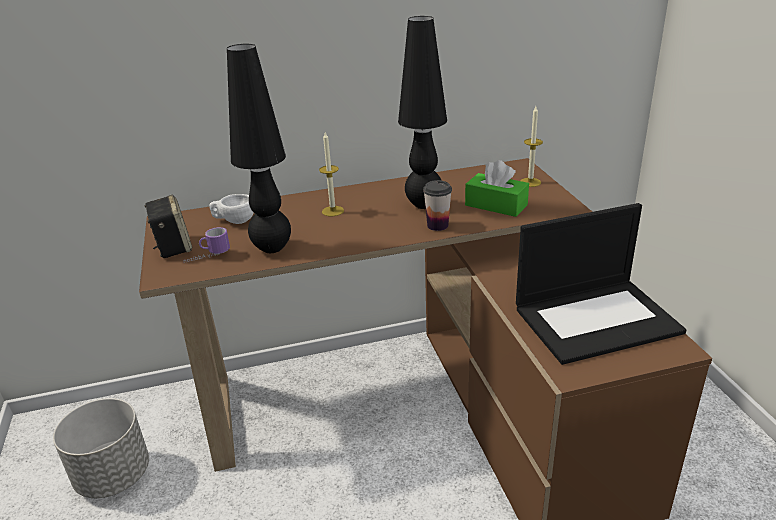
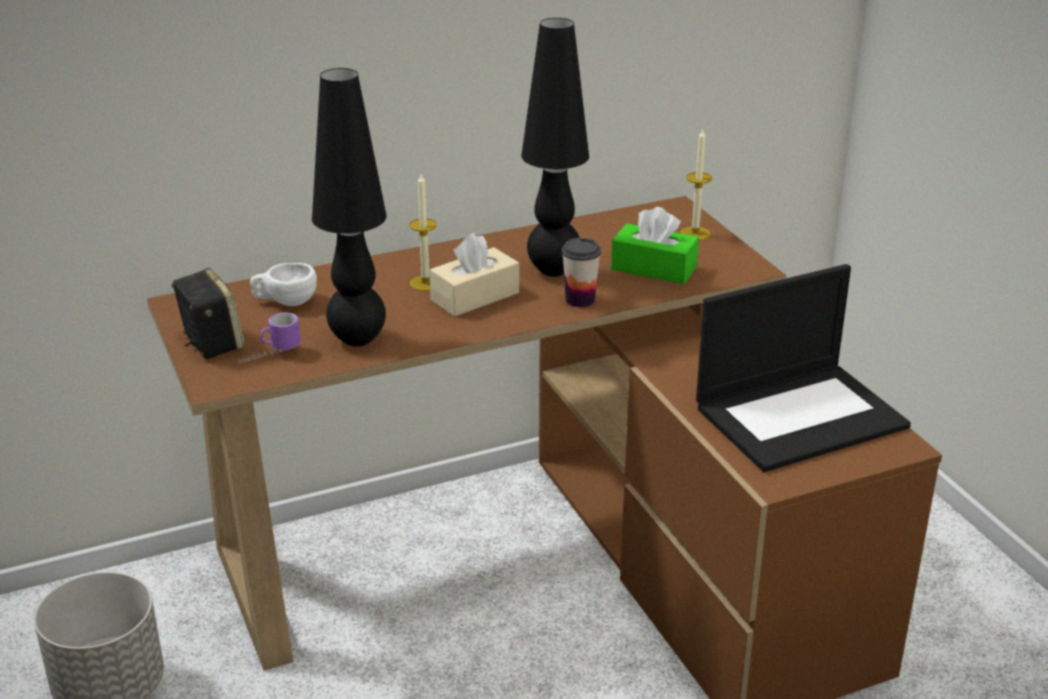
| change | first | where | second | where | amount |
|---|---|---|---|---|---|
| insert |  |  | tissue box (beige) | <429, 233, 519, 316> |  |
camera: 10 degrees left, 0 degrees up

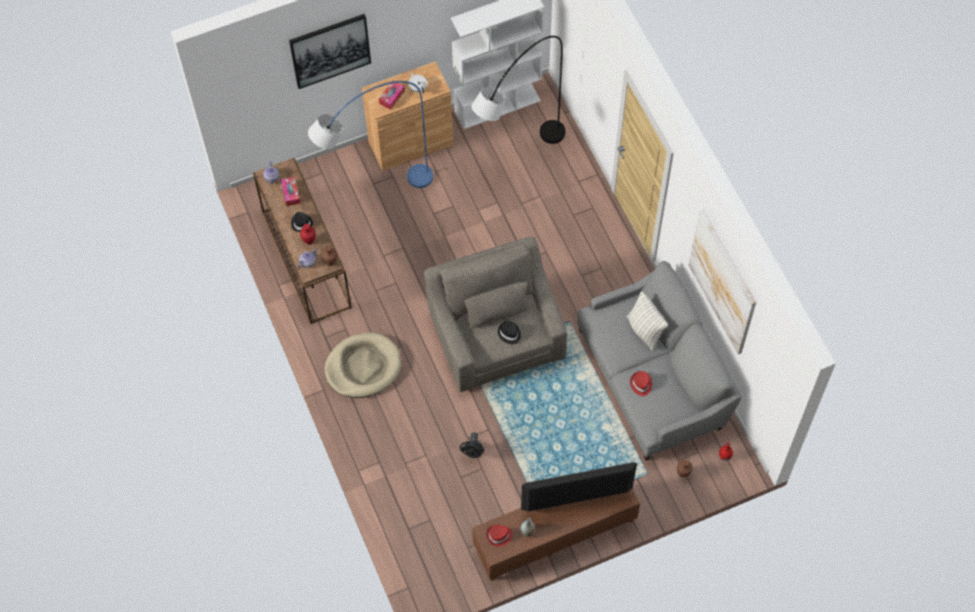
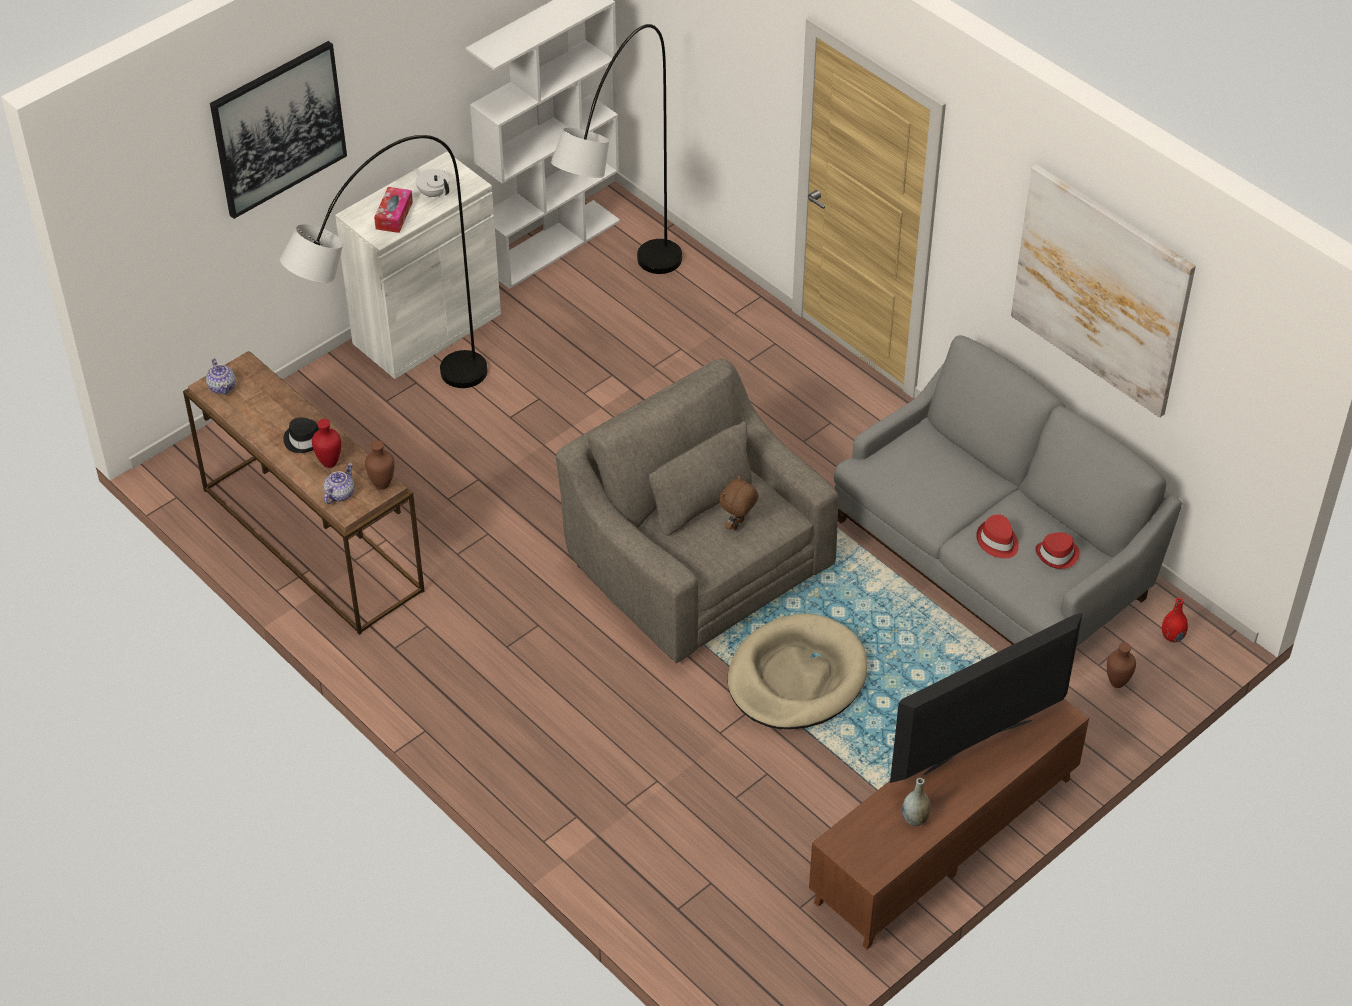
| change | first | where | second | where | amount |
|---|---|---|---|---|---|
| delete | tissue box | <281, 177, 300, 206> |  |  |  |
| recolor | floor lamp (blue) | <308, 81, 433, 188> | floor lamp (grey) | <280, 135, 487, 388> |  |
| move | dog bed (beige) | <325, 332, 401, 398> |  | <728, 614, 868, 729> |  |
| recolor | cabinet (brown) | <362, 61, 453, 171> | cabinet (white) | <335, 152, 501, 379> |  |
| delete | fan (black) | <459, 432, 484, 458> |  |  |  |
| move | hat (red) | <486, 525, 513, 547> |  | <1035, 532, 1080, 569> |  |
| replace | hat (black) | <498, 321, 521, 344> | plush toy (brown) | <719, 475, 759, 530> |  |
| delete | pillow | <627, 291, 668, 350> |  |  |  |
camera: 20 degrees left, 15 degrees down

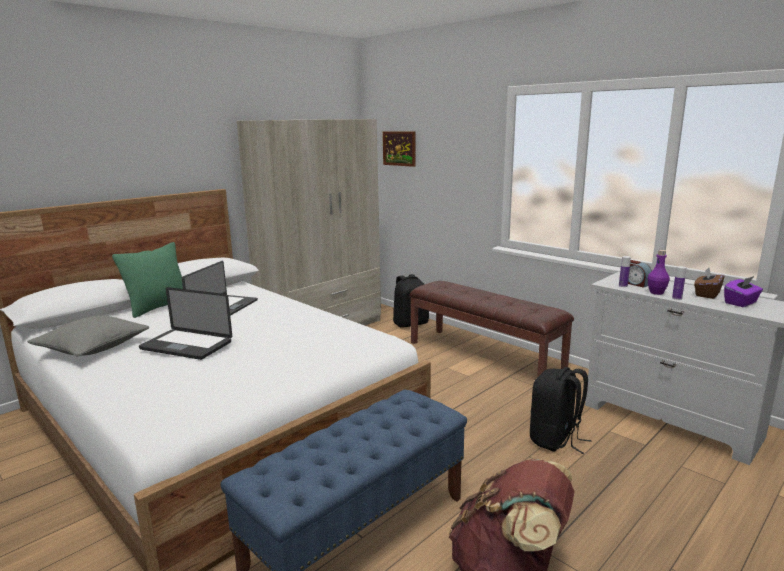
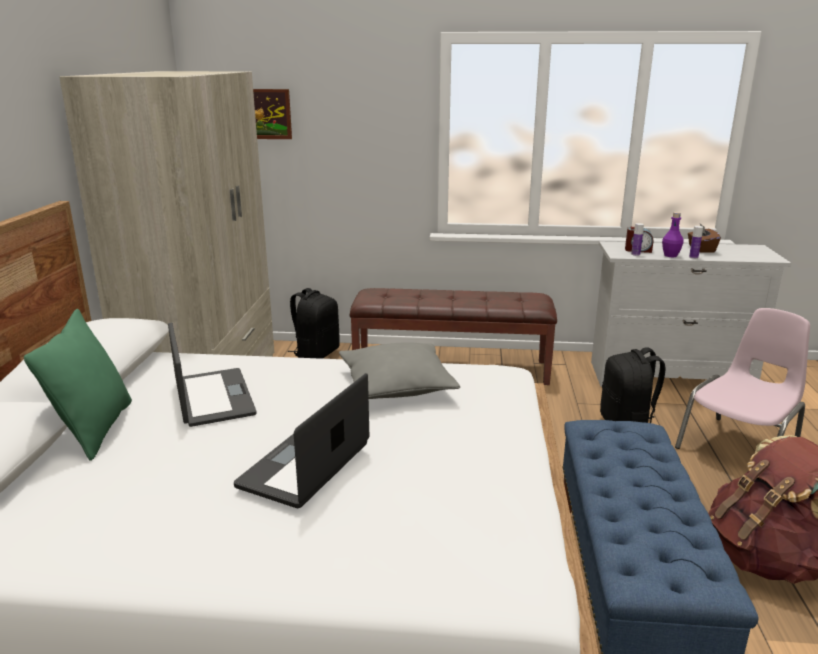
| change | first | where | second | where | amount |
|---|---|---|---|---|---|
| move | pillow (grey) | <27, 315, 149, 357> |  | <339, 342, 460, 399> |  |
| rotate | laptop | <139, 287, 232, 360> |  | <234, 373, 369, 508> | 135 degrees clockwise |
| delete | tissue box (purple) | <724, 276, 763, 307> |  |  |  |
| insert |  |  | chair (pink) | <675, 308, 810, 449> |  |
camera: 40 degrees left, 5 degrees up

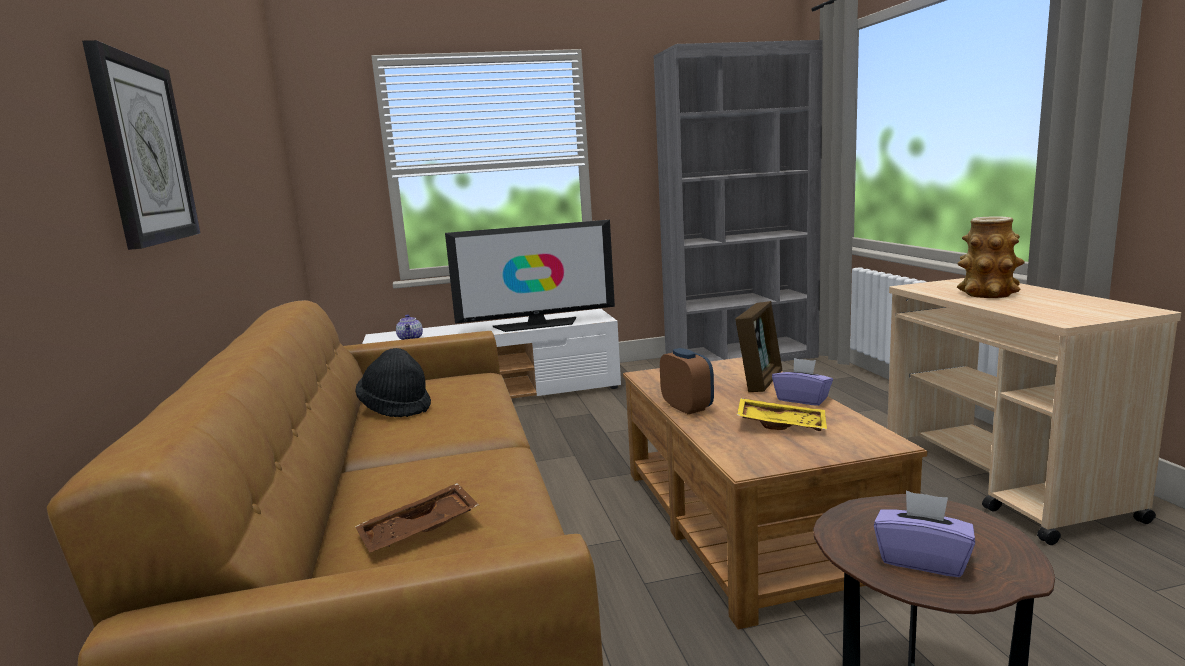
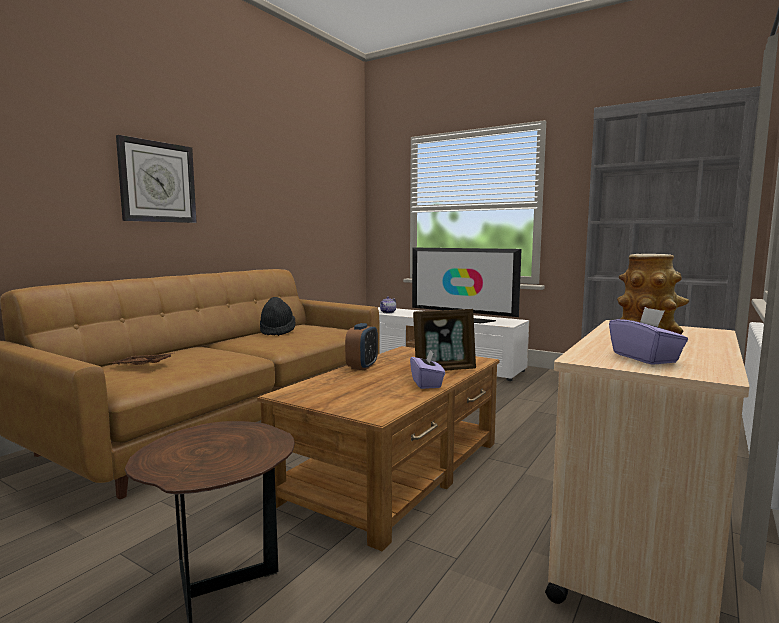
| change | first | where | second | where | amount |
|---|---|---|---|---|---|
| delete | tray (yellow) | <737, 398, 827, 431> |  |  |  |
| move | tissue box (purple) | <874, 491, 975, 577> |  | <609, 307, 688, 365> |  |
camera: 45 degrees right, 5 degrees down

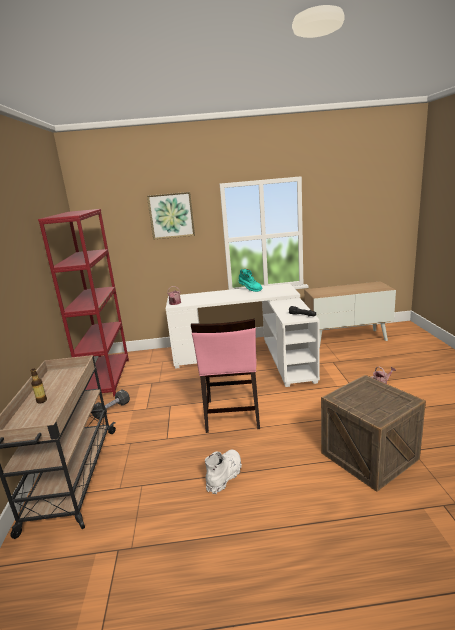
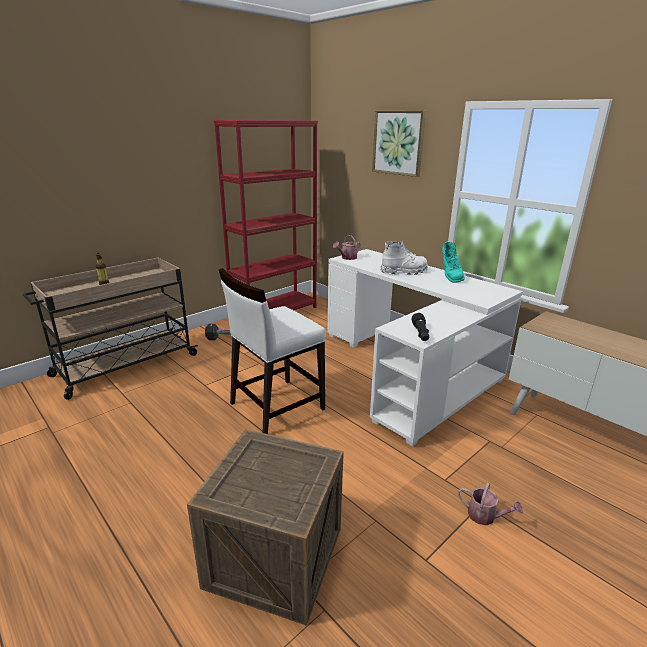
| change | first | where | second | where | amount |
|---|---|---|---|---|---|
| recolor | chair (pink) | <191, 319, 260, 433> | chair (white) | <219, 268, 326, 434> |  |
| move | boot (white) | <205, 450, 242, 494> |  | <380, 242, 428, 275> |  |
camera: 50 degrees right, 5 degrees up

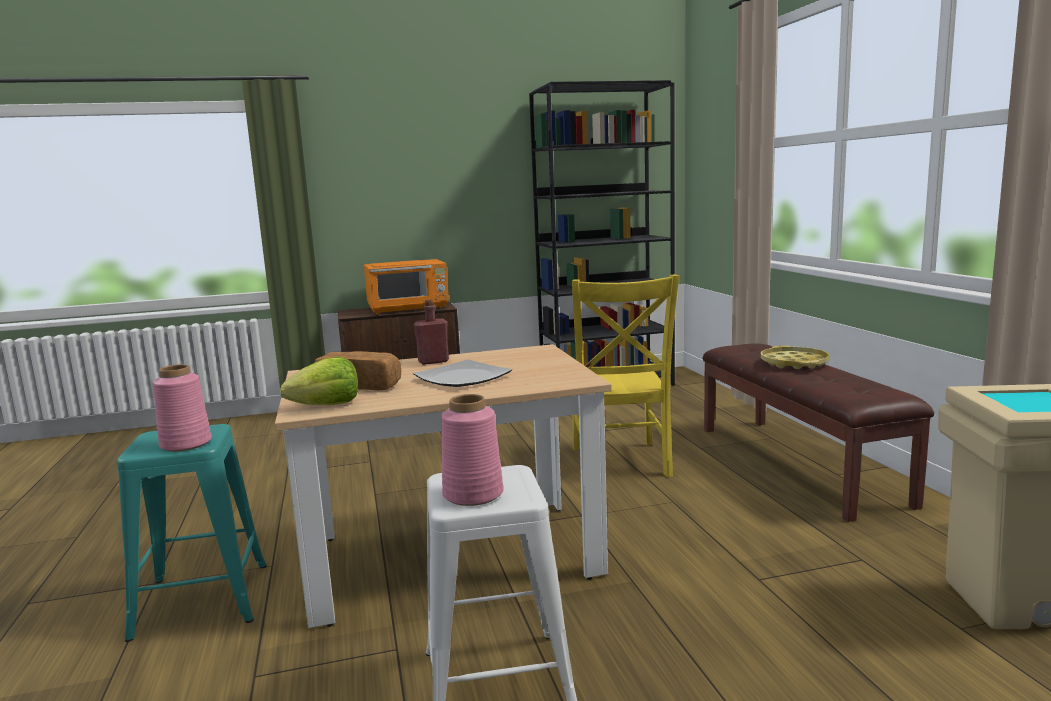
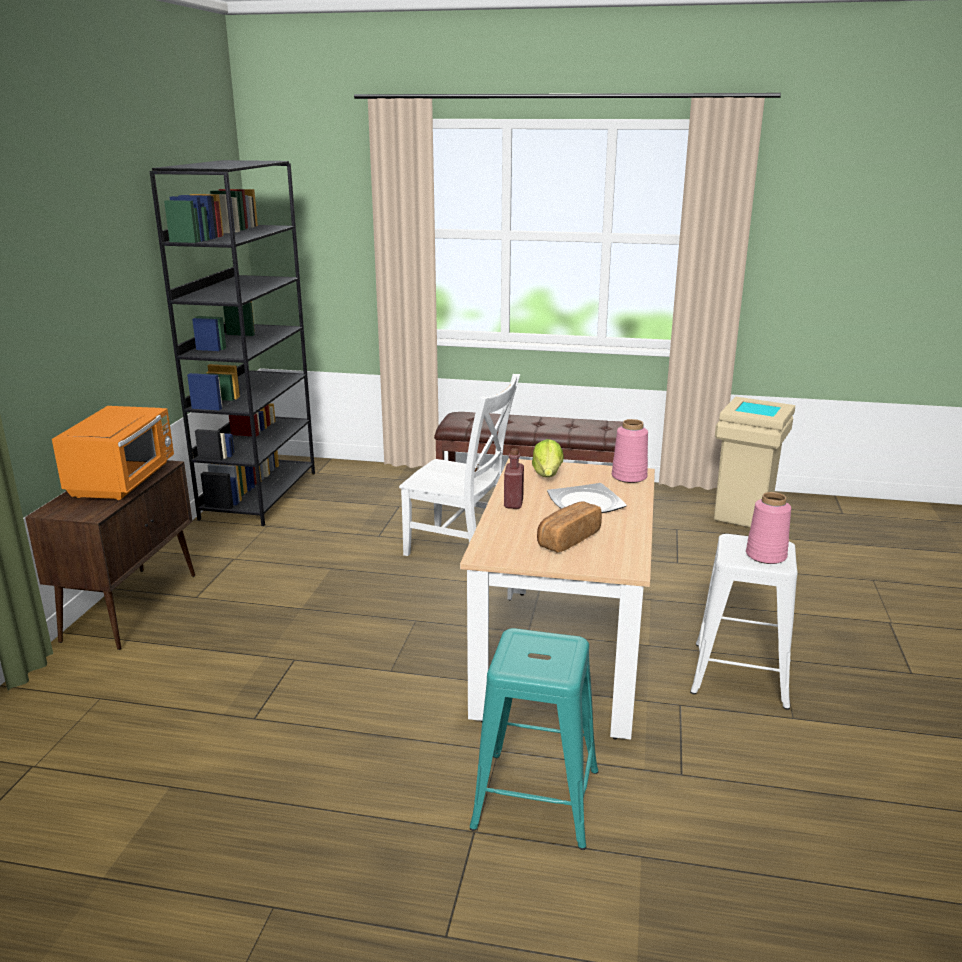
| change | first | where | second | where | amount |
|---|---|---|---|---|---|
| move | vase (pink) | <153, 364, 212, 452> |  | <612, 419, 648, 483> |  |
| move | lettuce | <280, 357, 358, 405> |  | <532, 439, 564, 477> |  |
| recolor | chair (yellow) | <572, 274, 679, 477> | chair (white) | <399, 374, 520, 556> |  |
| delete | tray (yellow) | <761, 345, 830, 369> |  |  |  |
camera: 65 degrees left, 10 degrees up

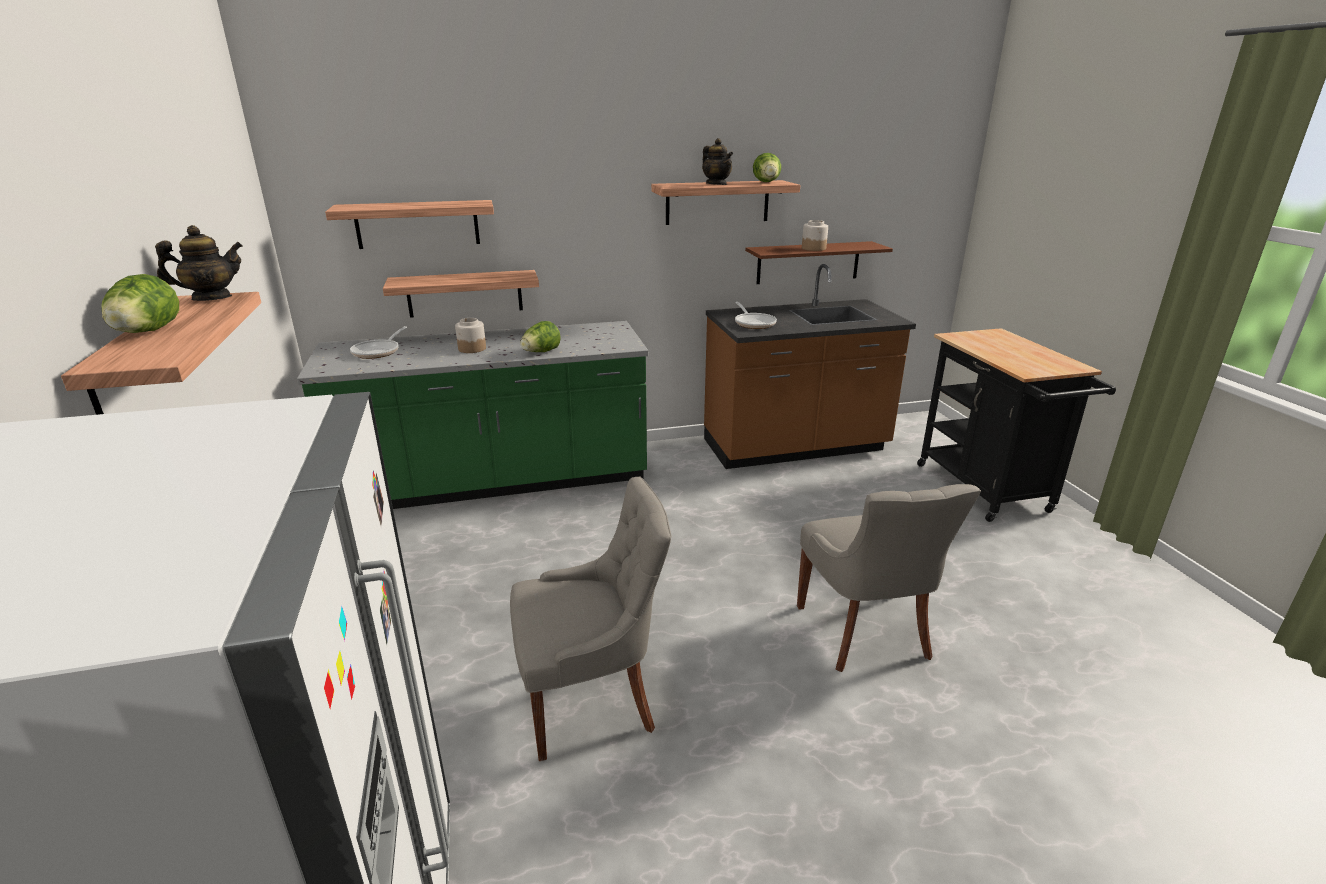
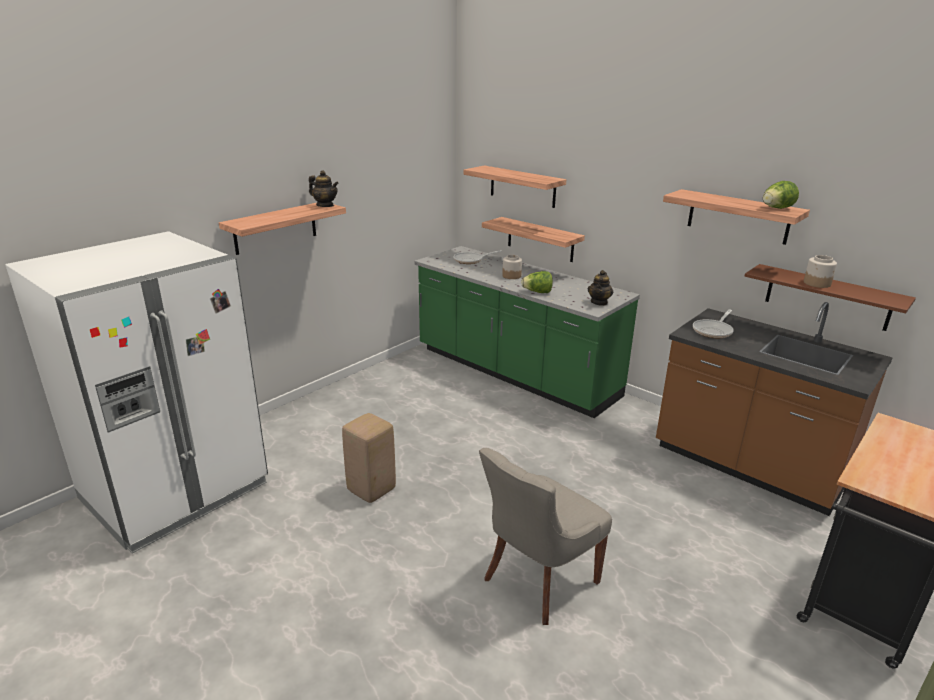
| change | first | where | second | where | amount |
|---|---|---|---|---|---|
| delete | lettuce | <101, 274, 179, 333> |  |  |  |
| replace | chair (grey) | <510, 477, 671, 761> | stool (beige) | <342, 413, 396, 503> |  |
| move | teapot | <702, 138, 733, 185> |  | <588, 270, 613, 306> |  |
camera: 55 degrees right, 0 degrees up

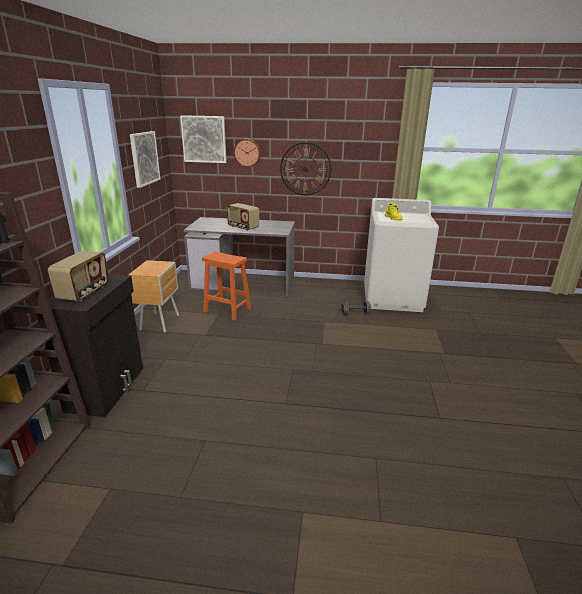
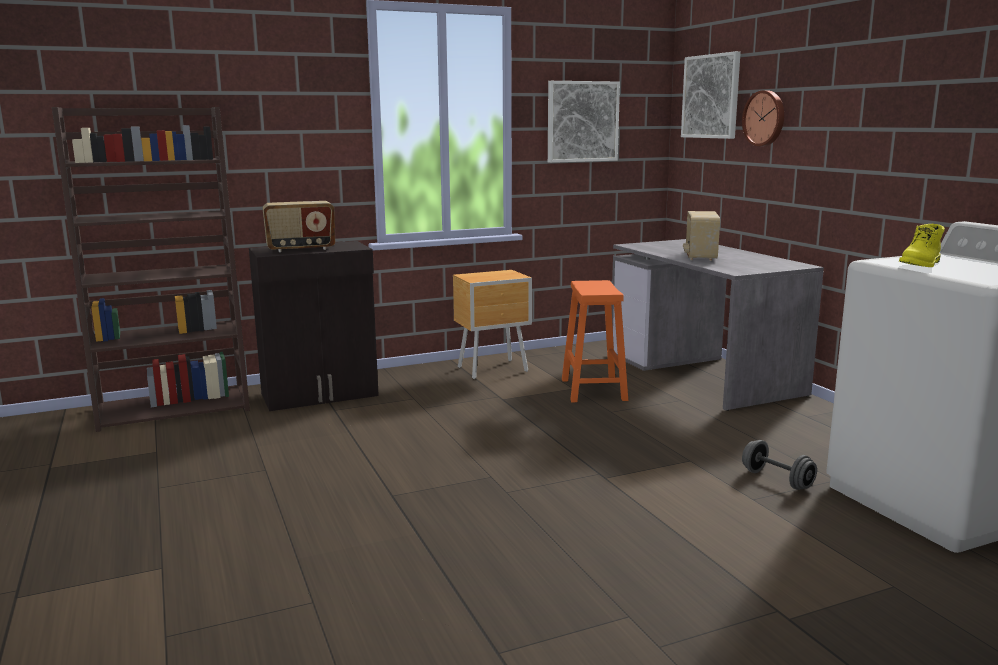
| change | first | where | second | where | amount |
|---|---|---|---|---|---|
| delete | wall clock | <280, 142, 331, 195> |  |  |  |
camera: 60 degrees right, 10 degrees down

